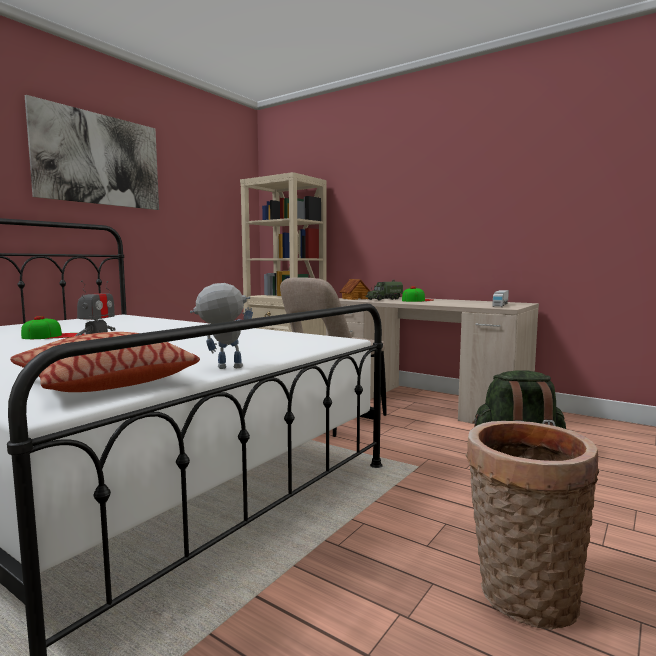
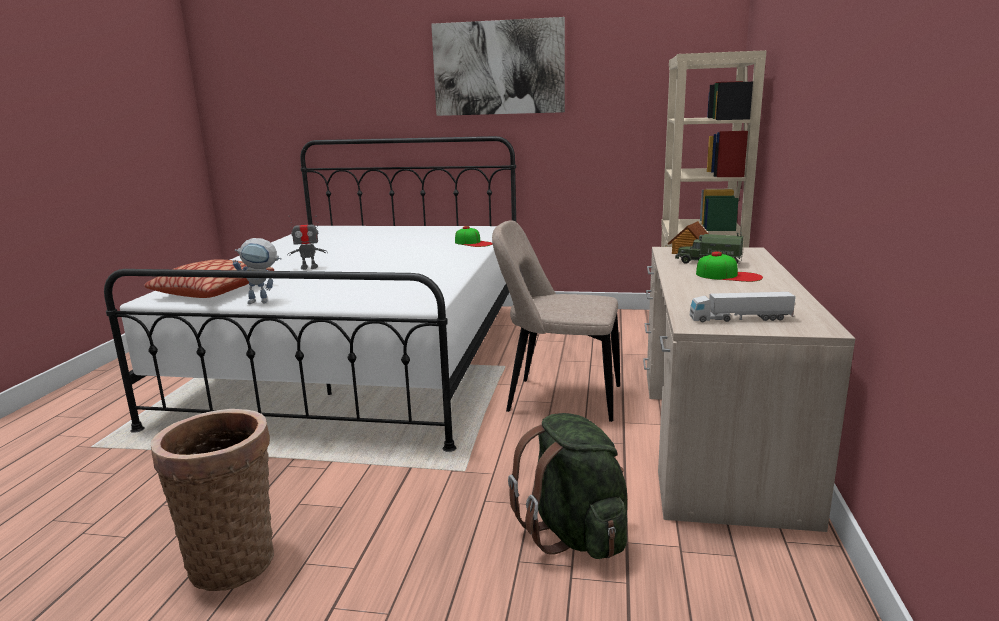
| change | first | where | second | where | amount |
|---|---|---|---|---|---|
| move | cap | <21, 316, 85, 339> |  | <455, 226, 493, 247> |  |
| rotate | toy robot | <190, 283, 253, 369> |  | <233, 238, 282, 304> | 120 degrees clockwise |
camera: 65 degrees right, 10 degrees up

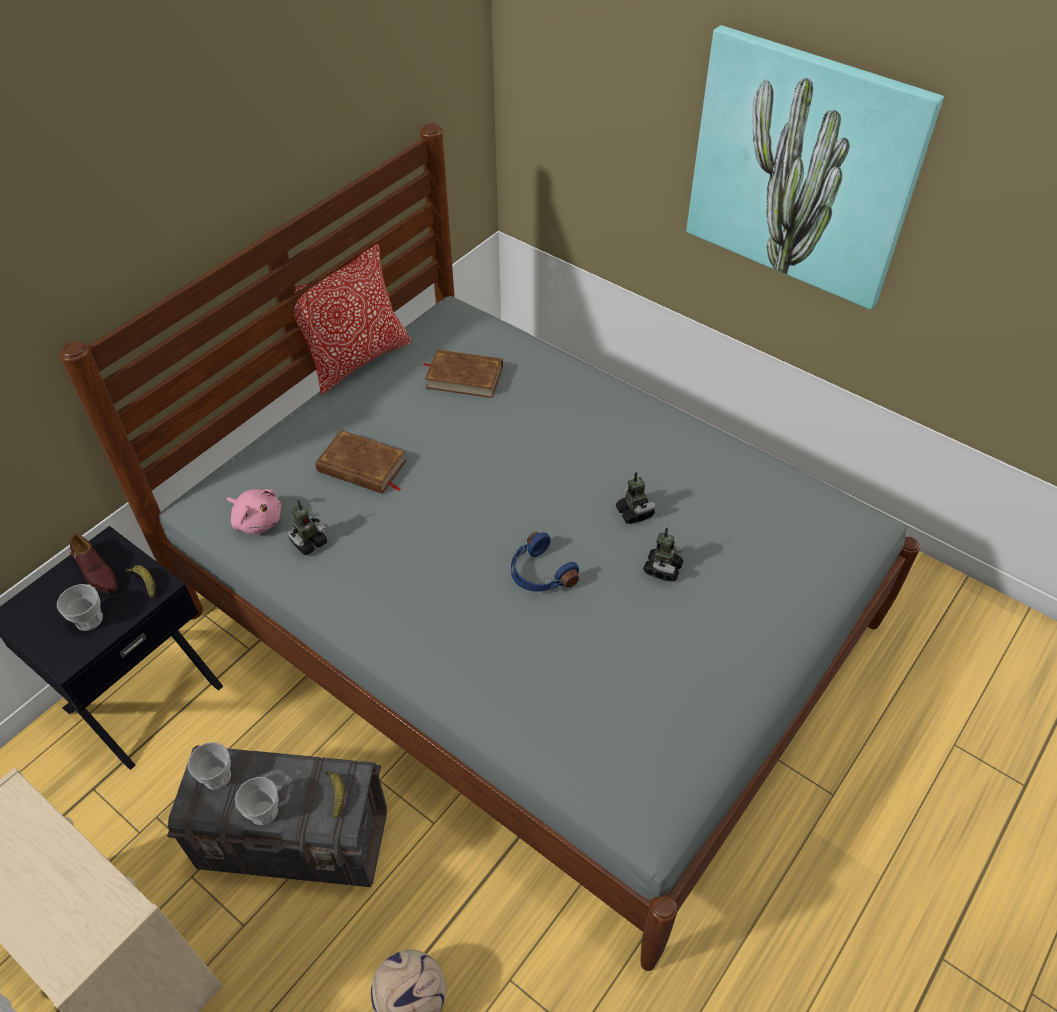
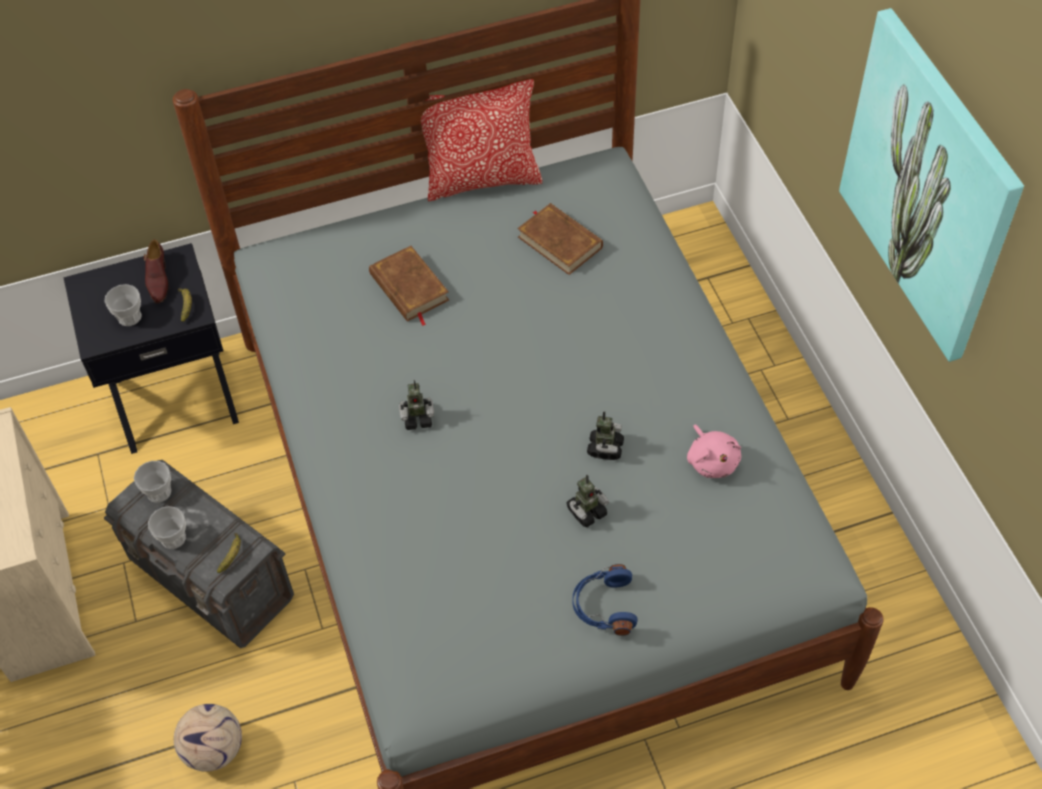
| change | first | where | second | where | amount |
|---|---|---|---|---|---|
| move | plush toy (pink) | <227, 489, 281, 534> |  | <687, 424, 741, 478> |  |
| move | toy robot | <288, 500, 327, 555> |  | <399, 380, 434, 430> |  |
| move | headphones (blue) | <511, 532, 579, 592> |  | <573, 564, 638, 636> |  |
camera: 35 degrees right, 5 degrees up

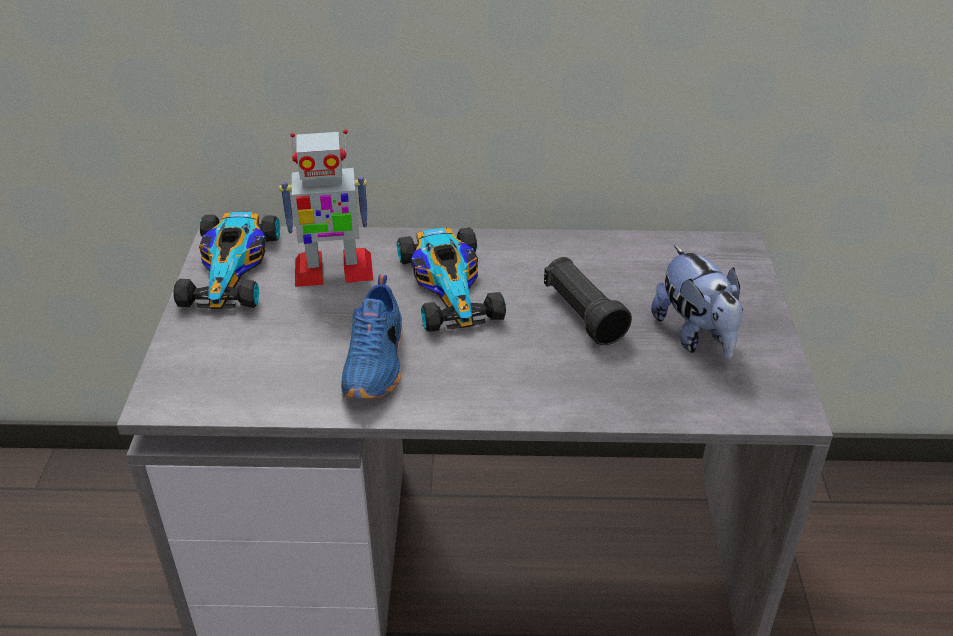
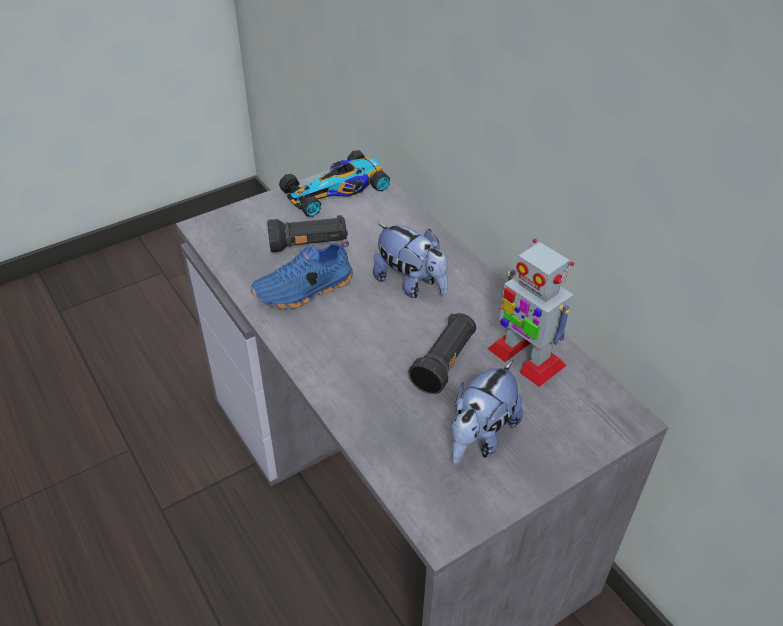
| change | first | where | second | where | amount |
|---|---|---|---|---|---|
| move | toy robot | <279, 129, 373, 287> |  | <487, 239, 574, 387> |  |
| replace | toy car | <397, 227, 506, 332> | plush toy | <373, 223, 448, 298> |  |
| insert |  |  | flashlight (black) | <267, 215, 348, 253> |  |
camera: 55 degrees right, 5 degrees up

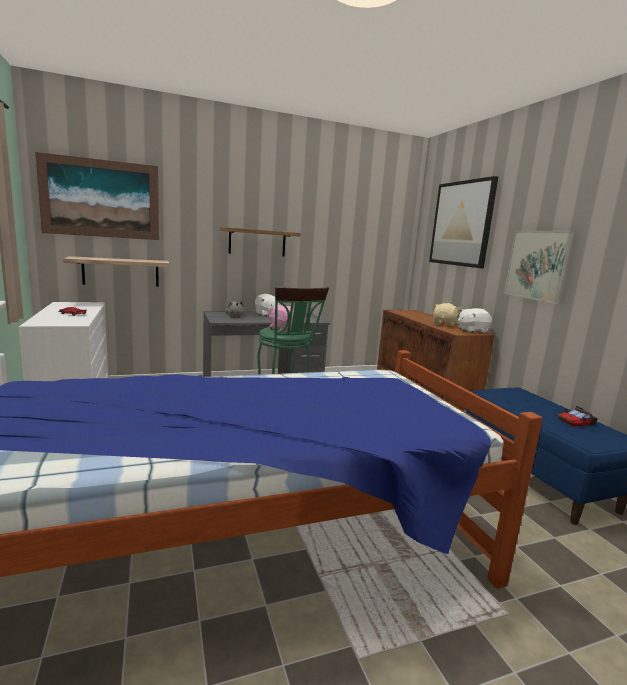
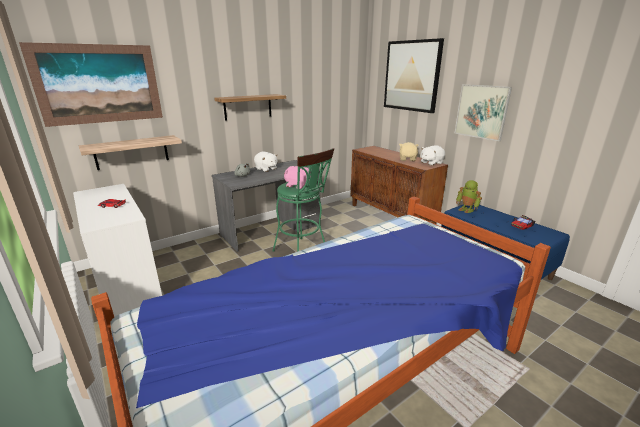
| change | first | where | second | where | amount |
|---|---|---|---|---|---|
| insert |  |  | toy robot | <456, 180, 482, 213> |  |
camera: 15 degrees left, 10 degrees up

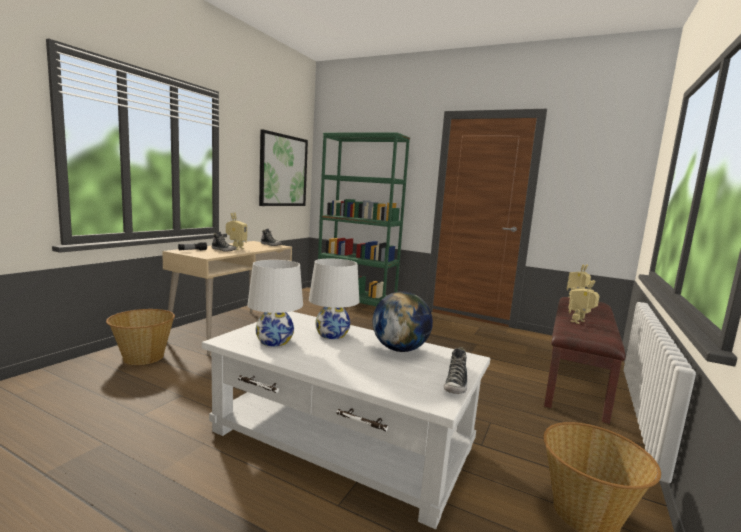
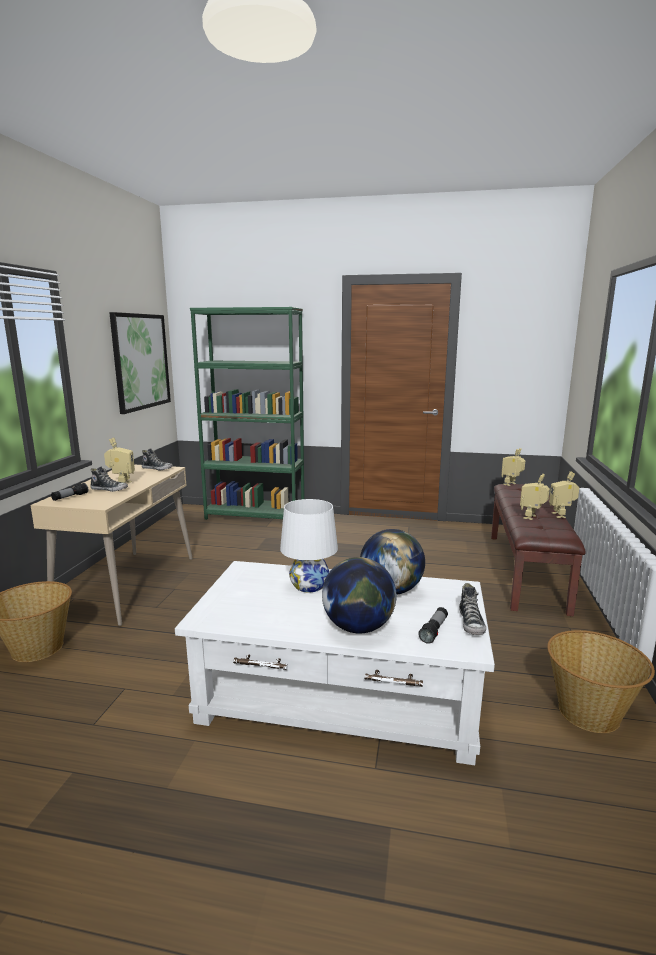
| change | first | where | second | where | amount |
|---|---|---|---|---|---|
| delete | table lamp (white) | <247, 260, 303, 346> |  |  |  |
| insert |  |  | globe | <322, 557, 397, 633> |  |
| insert |  |  | flashlight | <418, 607, 448, 644> |  |
| insert |  |  | toy robot | <549, 471, 580, 518> |  |
camera: 15 degrees left, 5 degrees up

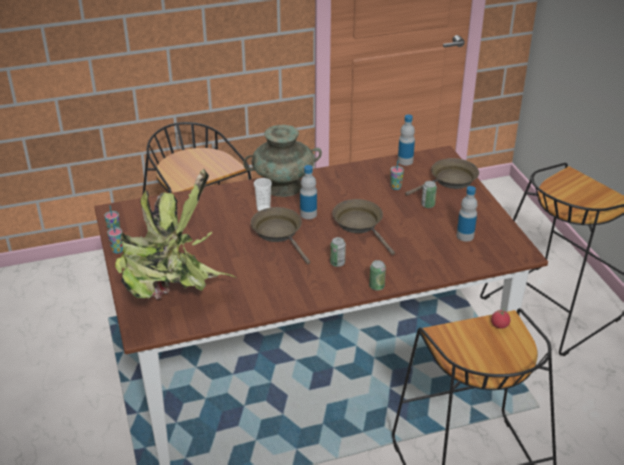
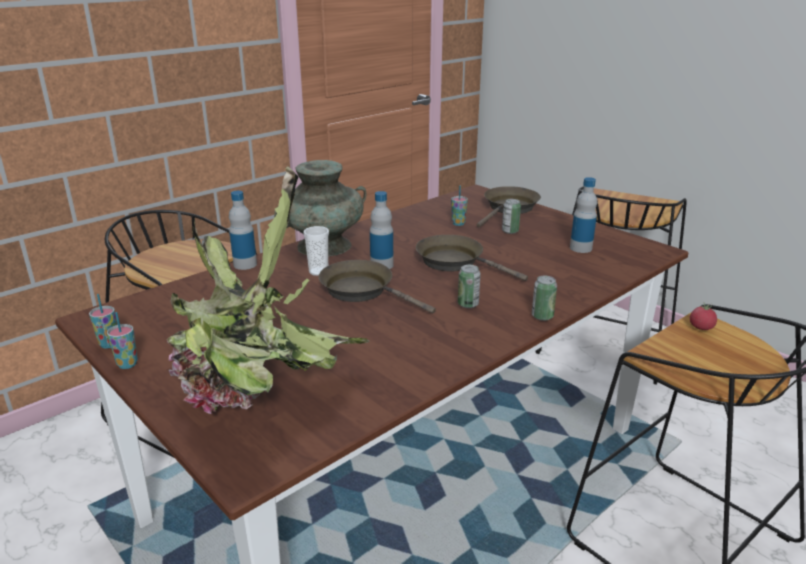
| change | first | where | second | where | amount |
|---|---|---|---|---|---|
| move | bottle | <398, 114, 415, 166> |  | <229, 191, 257, 270> |  |
camera: 25 degrees left, 10 degrees down

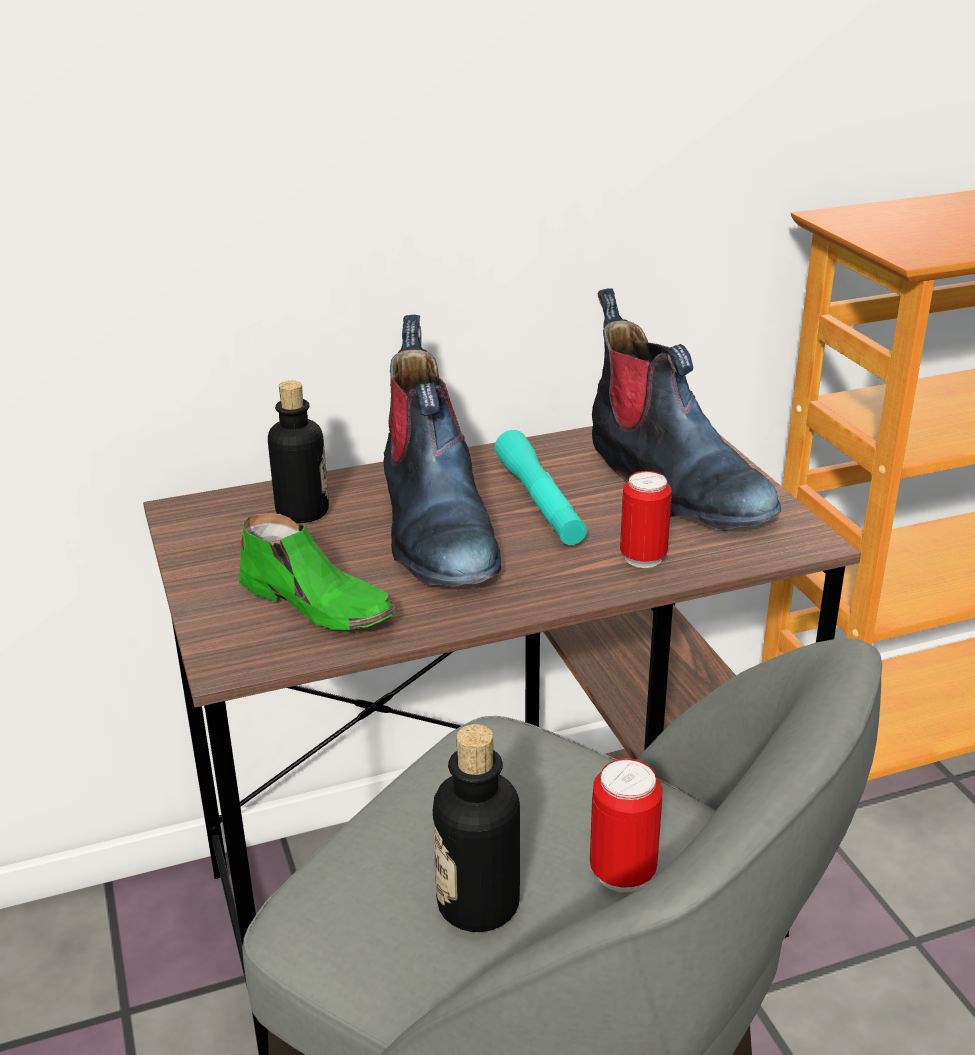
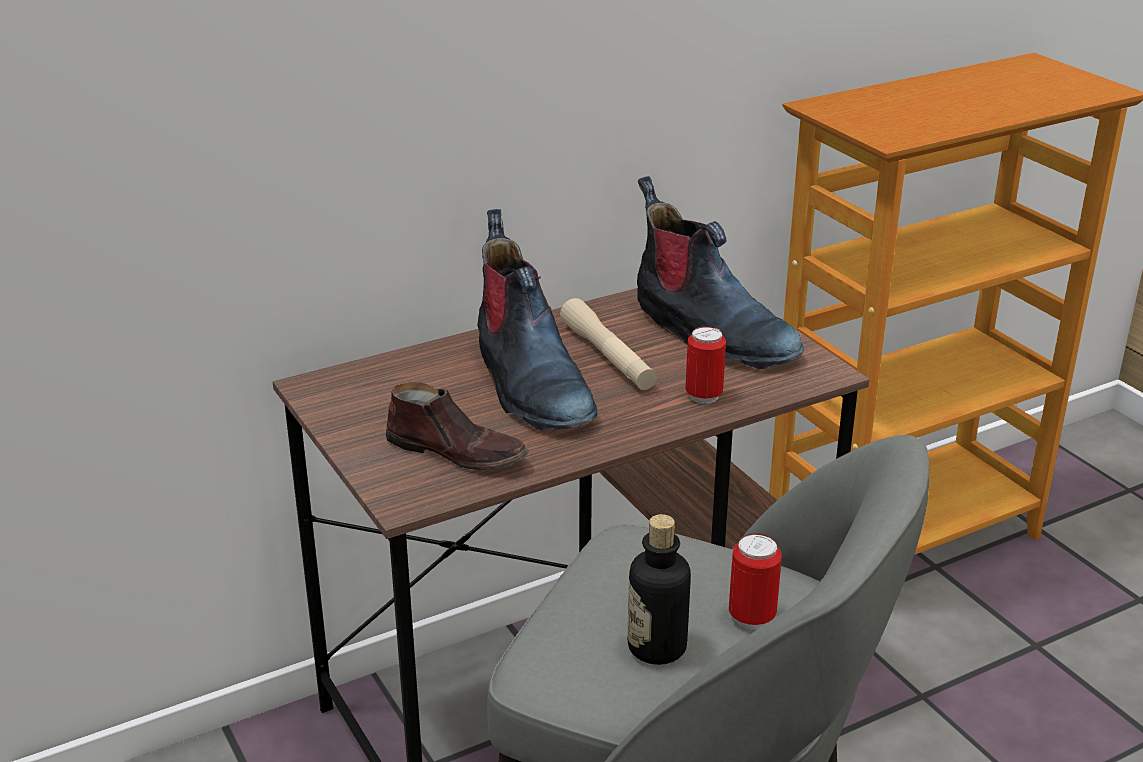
| change | first | where | second | where | amount |
|---|---|---|---|---|---|
| recolor | shoe (green) | <239, 513, 397, 630> | shoe (brown) | <386, 382, 529, 471> |  |
| delete | bottle | <268, 381, 329, 523> |  |  |  |
| recolor | flashlight (turquoise) | <495, 430, 587, 545> | flashlight (beige) | <560, 298, 657, 390> |  |
camera: 10 degrees left, 0 degrees up

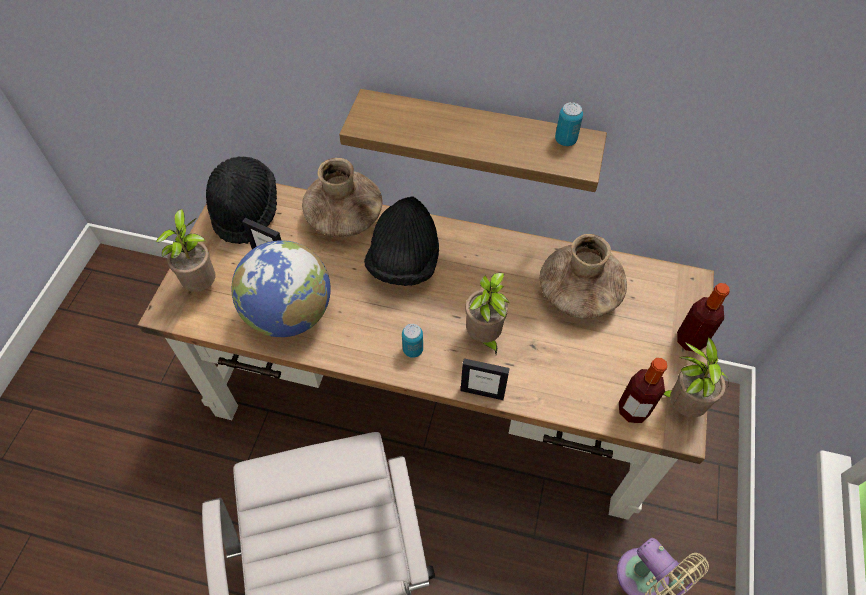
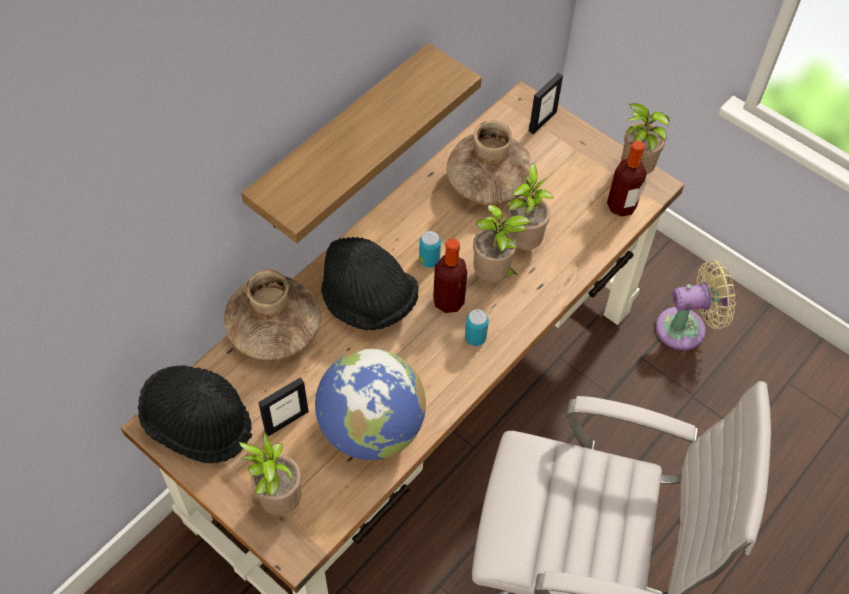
| change | first | where | second | where | amount |
|---|---|---|---|---|---|
| move | picture frame | <461, 358, 510, 400> |  | <529, 73, 563, 134> |  |
| move | can | <555, 102, 583, 146> |  | <419, 231, 441, 268> |  |
| move | bottle | <677, 283, 730, 352> |  | <433, 239, 467, 313> |  |
| insert |  |  | potted plant | <507, 163, 555, 250> |  |
camera: 65 degrees left, 0 degrees up

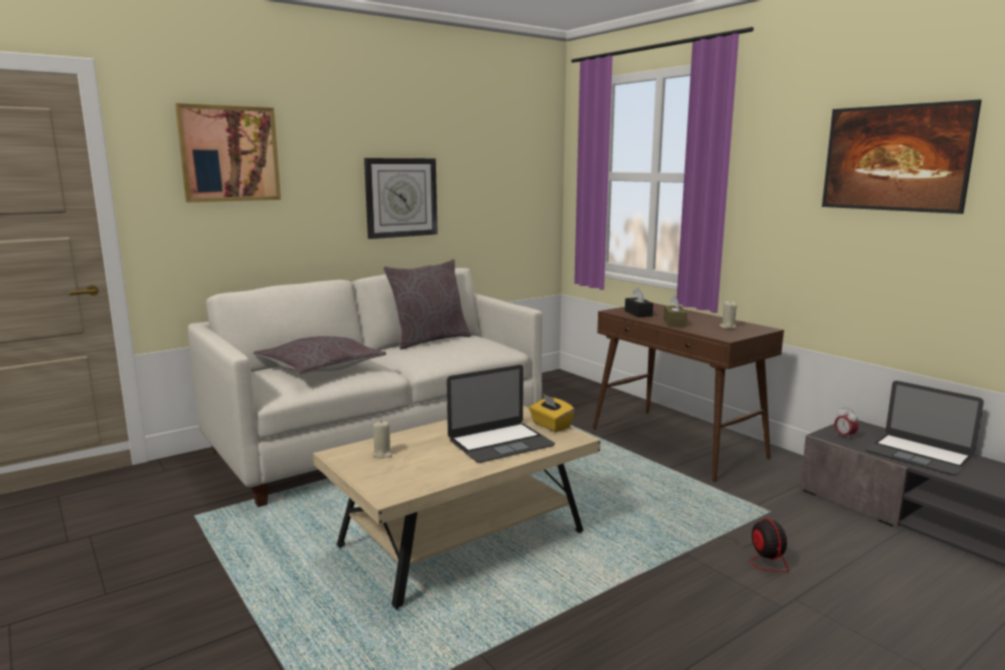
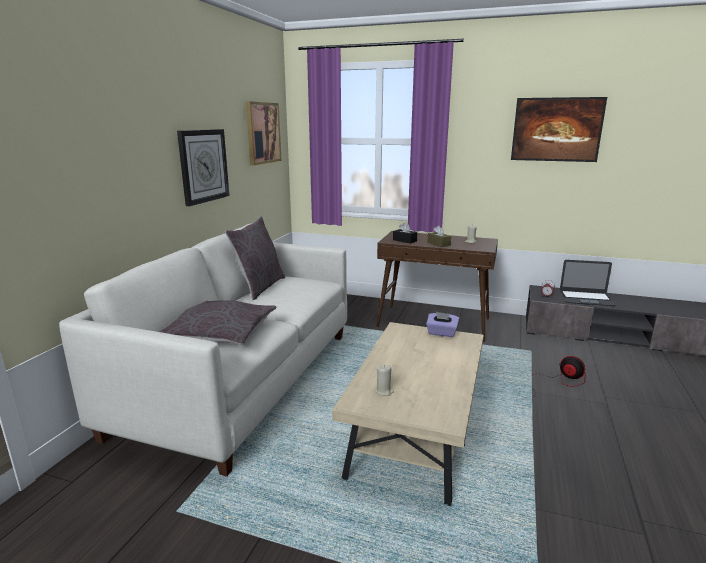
| change | first | where | second | where | amount |
|---|---|---|---|---|---|
| move | picture | <175, 103, 281, 202> |  | <246, 101, 281, 165> |  |
| delete | laptop | <447, 365, 555, 463> |  |  |  |
| recolor | tissue box (yellow) | <529, 394, 575, 432> | tissue box (purple) | <426, 312, 459, 337> |  |
camera: 35 degrees left, 5 degrees up

